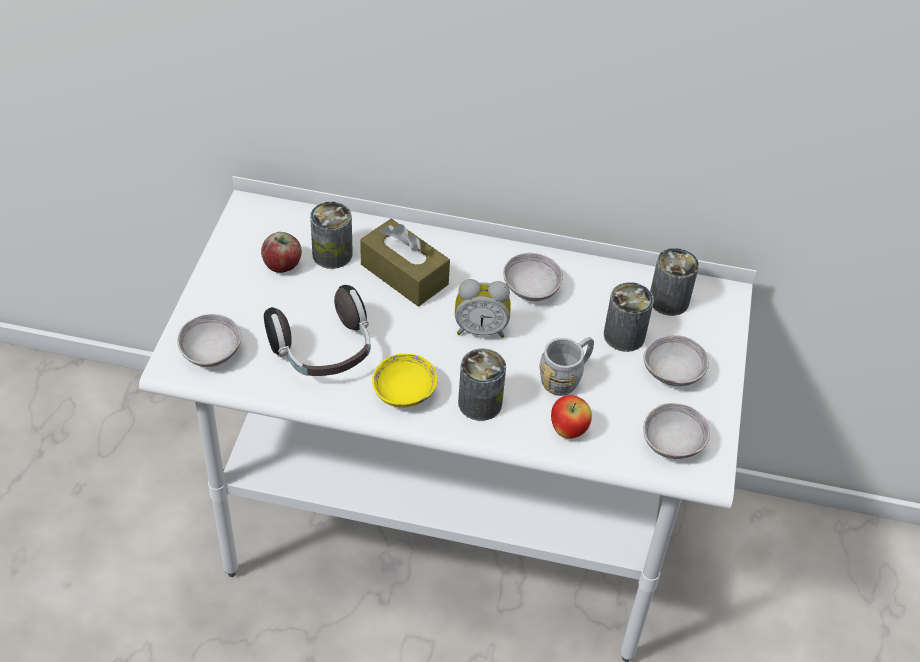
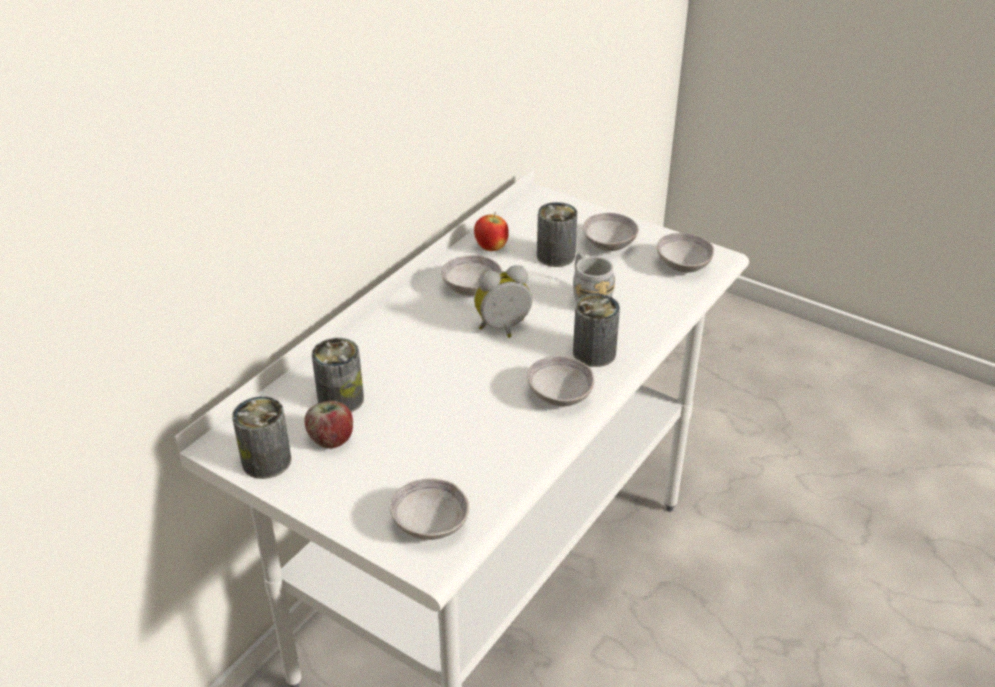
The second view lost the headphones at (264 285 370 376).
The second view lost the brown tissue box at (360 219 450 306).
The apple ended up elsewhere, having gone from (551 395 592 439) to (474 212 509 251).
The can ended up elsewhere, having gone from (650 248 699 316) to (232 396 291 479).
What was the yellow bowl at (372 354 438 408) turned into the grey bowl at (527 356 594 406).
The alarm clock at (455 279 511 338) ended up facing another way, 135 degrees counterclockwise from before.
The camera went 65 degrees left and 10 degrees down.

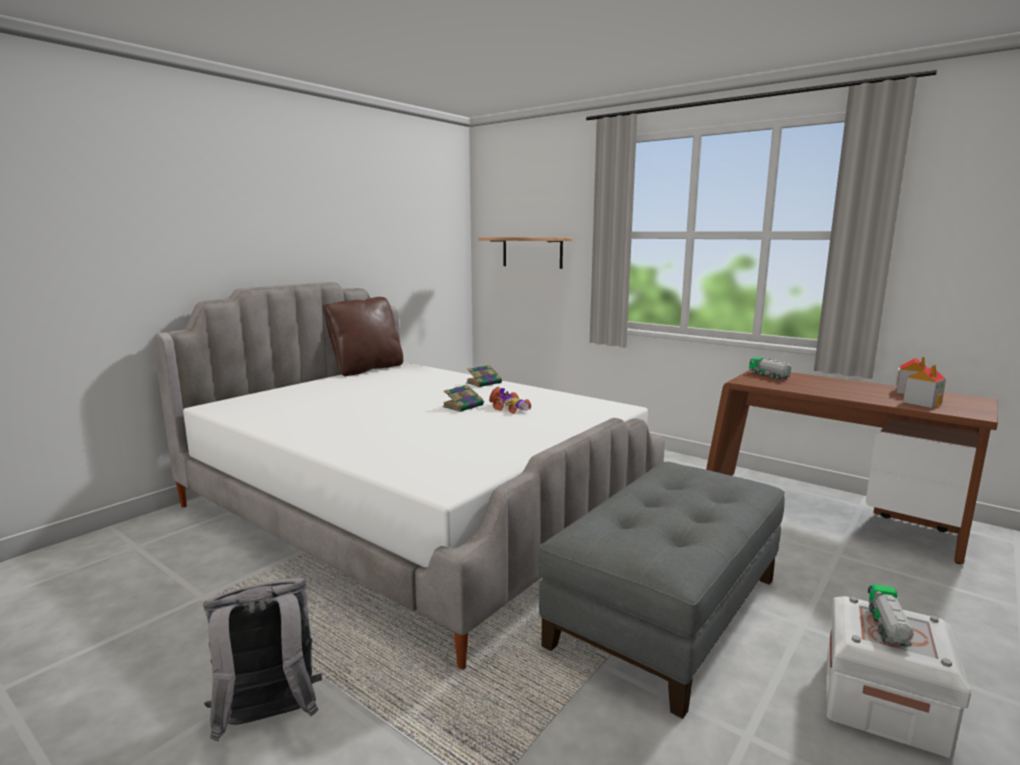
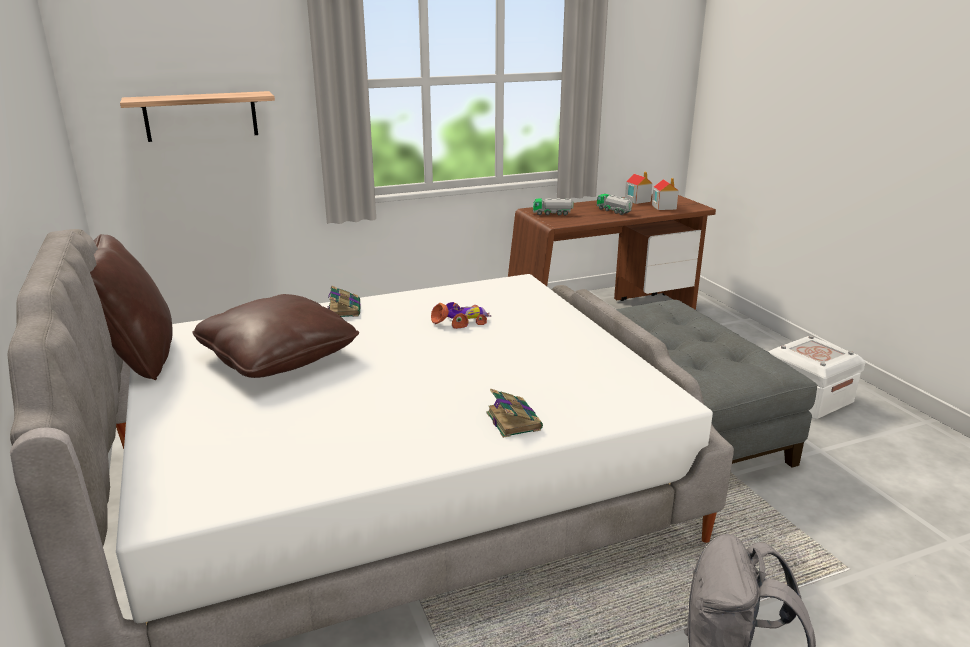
The second view gained the brown pillow at (193 294 359 378).
The book ended up elsewhere, having gone from (442 385 484 412) to (487 389 543 438).
The toy truck ended up elsewhere, having gone from (868 584 914 647) to (597 194 633 215).
The camera went 60 degrees left and 10 degrees up.

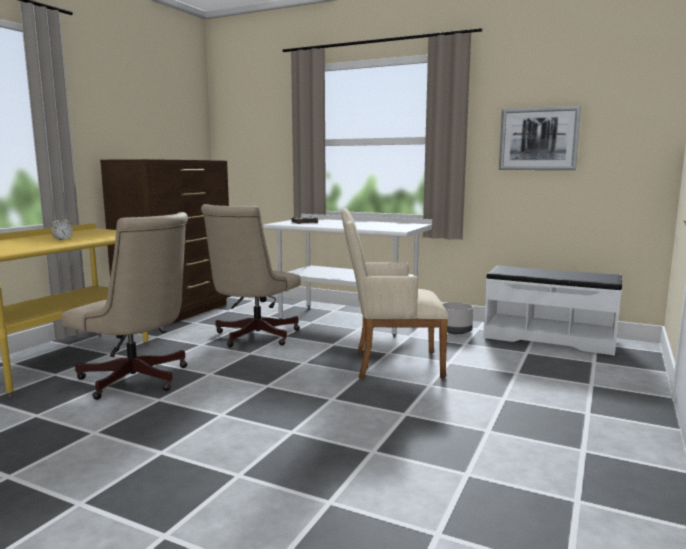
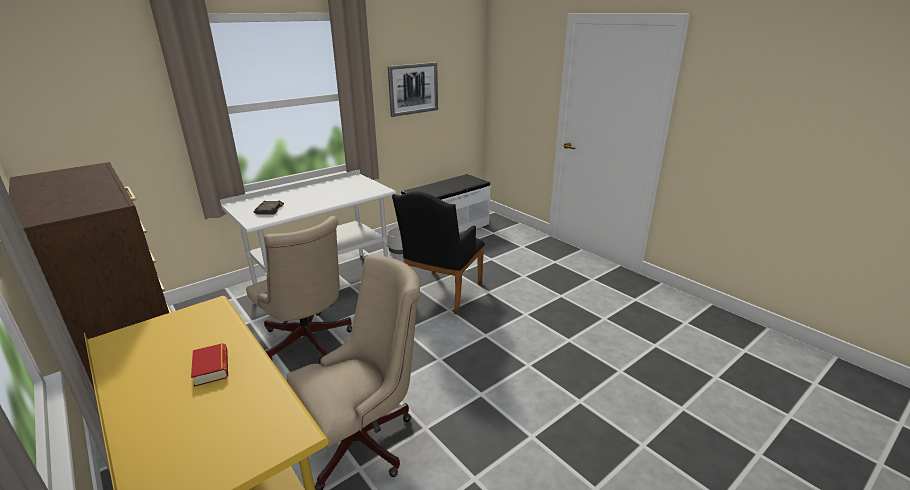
Where the alarm clock stood at (51 216 73 240), the book came to stand at (191 343 228 387).
What was the beige armchair at (341 208 449 378) turned into the black armchair at (392 191 485 314).
The camera went 65 degrees left and 15 degrees up.

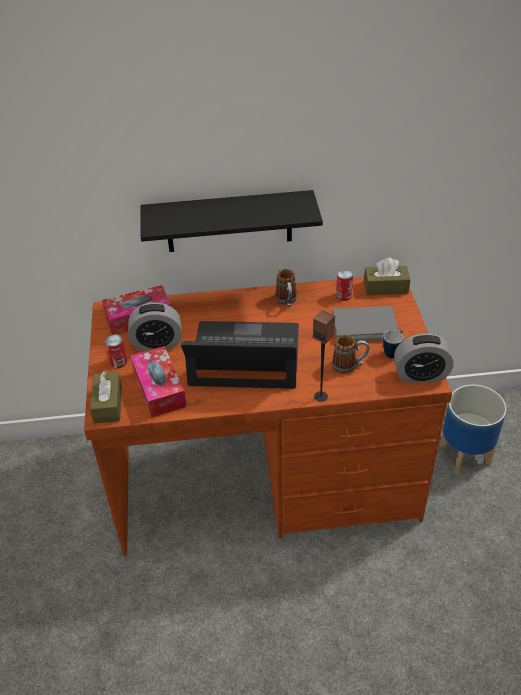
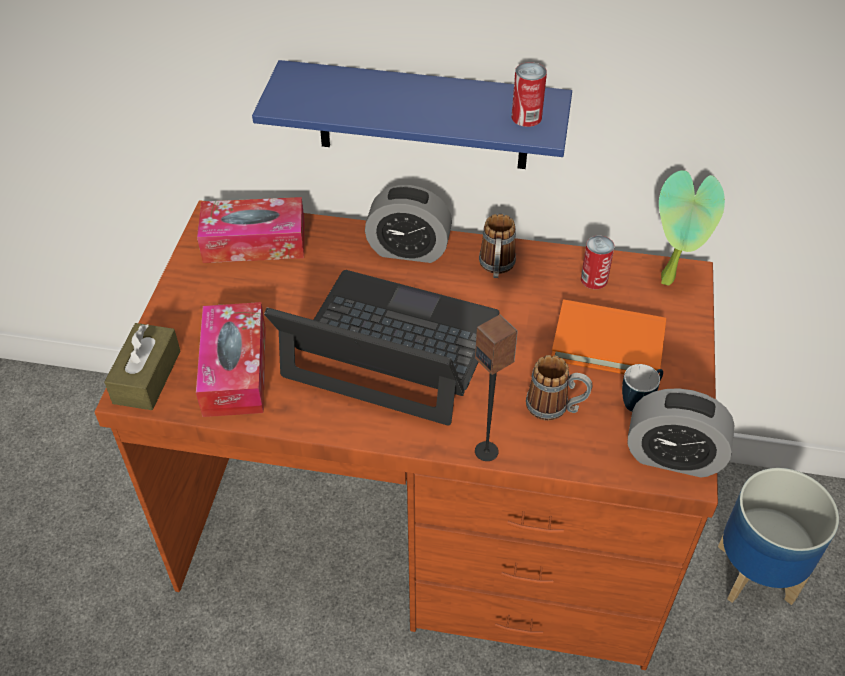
The can ended up elsewhere, having gone from (105 334 127 368) to (512 62 547 127).
The alarm clock ended up elsewhere, having gone from (128 303 182 351) to (365 185 452 263).
Where the brown tissue box stood at (364 258 410 295), the potted plant came to stand at (659 170 725 286).
What was the black shelf at (141 190 323 252) turned into the blue shelf at (252 60 572 169).
What was the grey book at (332 306 398 342) turned into the orange book at (551 300 666 374).
The camera went 15 degrees right and 5 degrees up.

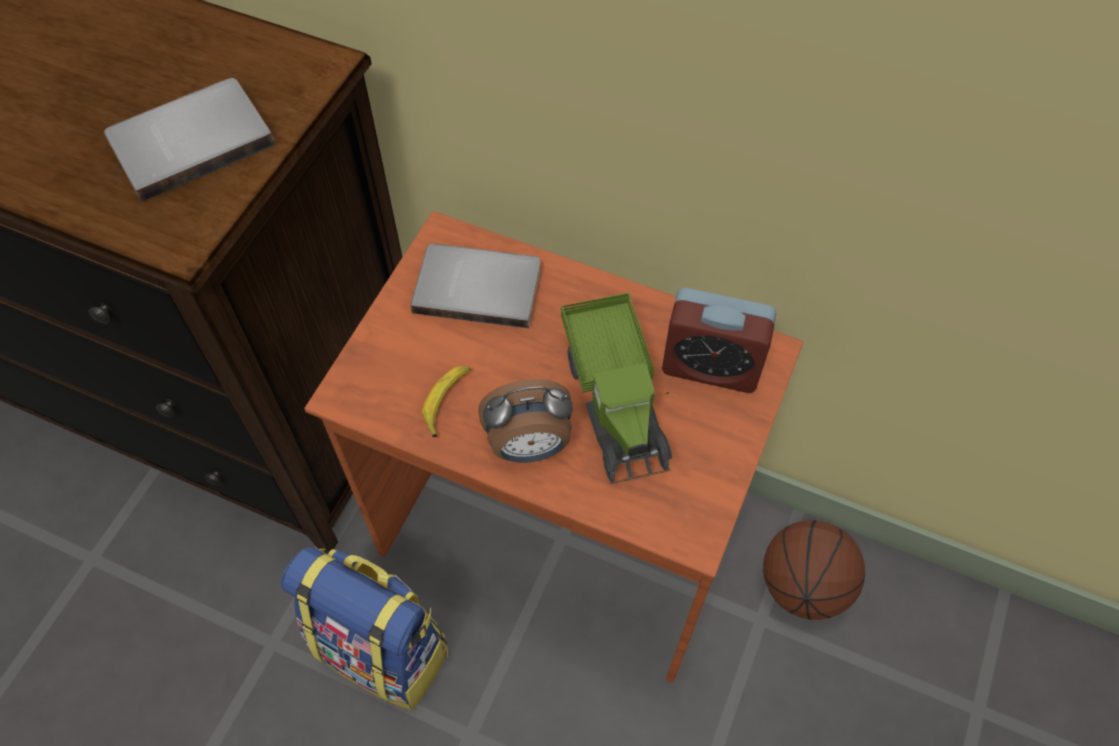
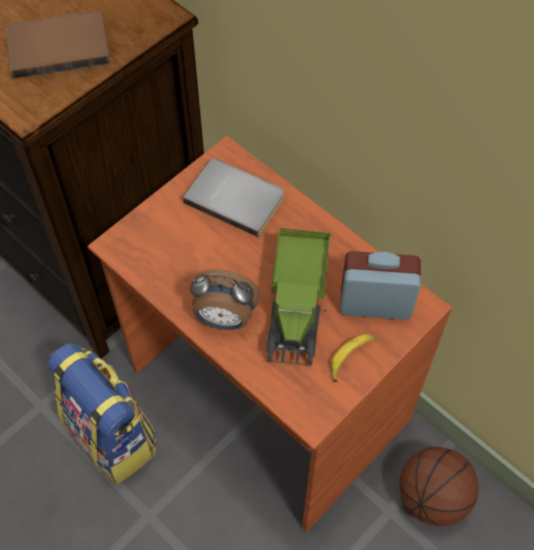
The banana ended up elsewhere, having gone from (422 366 470 437) to (331 334 376 382).
What was the grey book at (104 78 276 202) turned into the brown book at (6 11 111 79).
The alarm clock at (662 288 777 393) ended up facing another way, 150 degrees clockwise from before.
The camera went 20 degrees right and 0 degrees up.

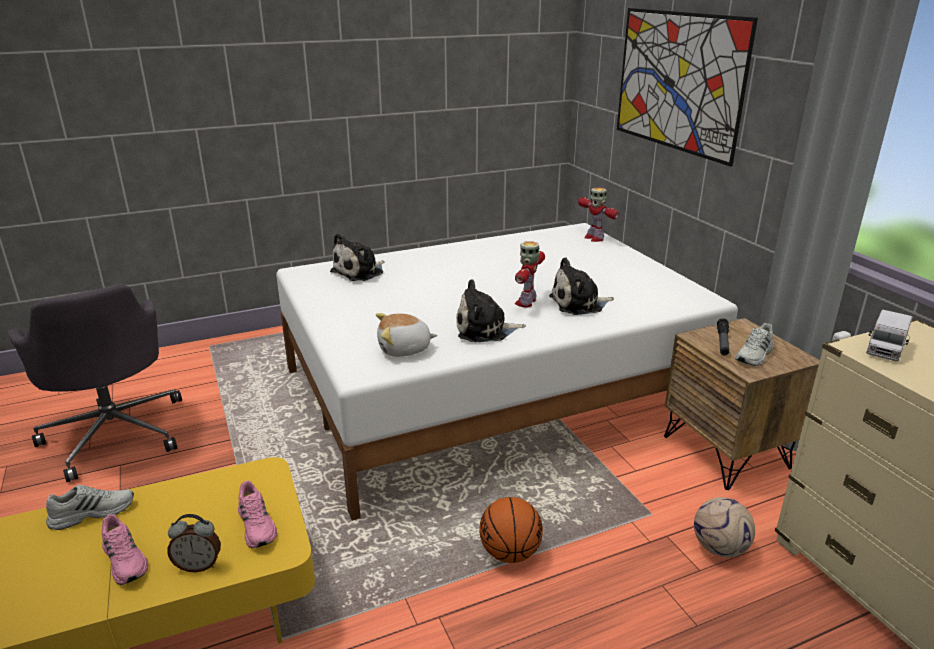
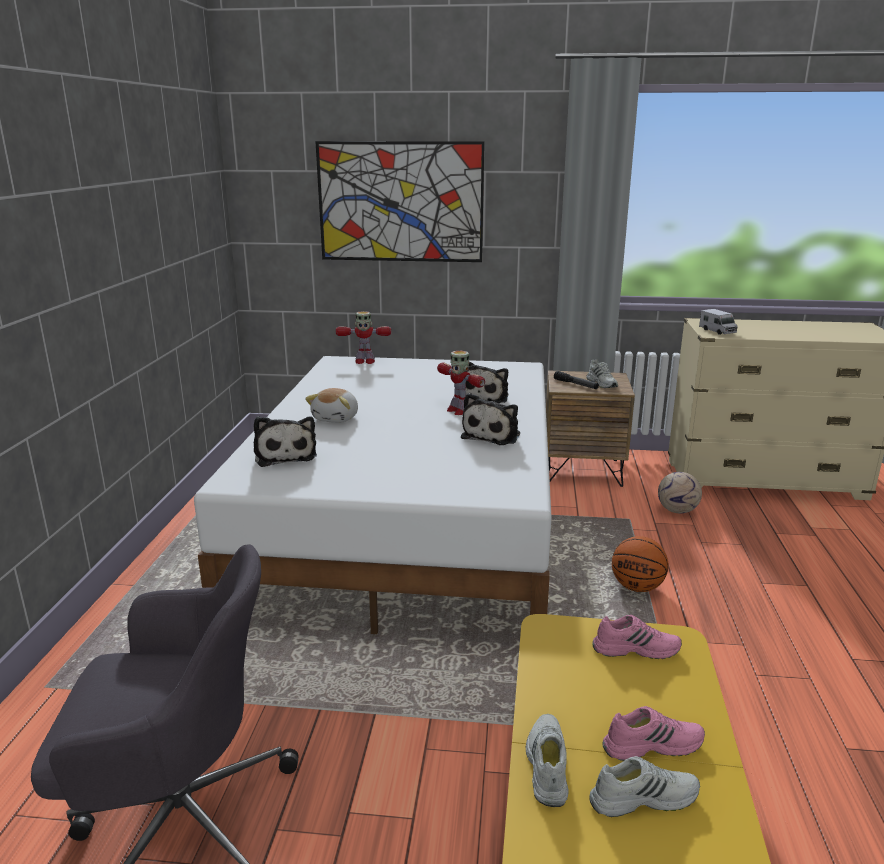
The second view lost the alarm clock at (167 514 221 572).
The second view gained the white shoe at (589 756 700 817).
The plush toy ended up elsewhere, having gone from (376 313 438 357) to (305 388 358 423).
The camera went 60 degrees left and 5 degrees down.

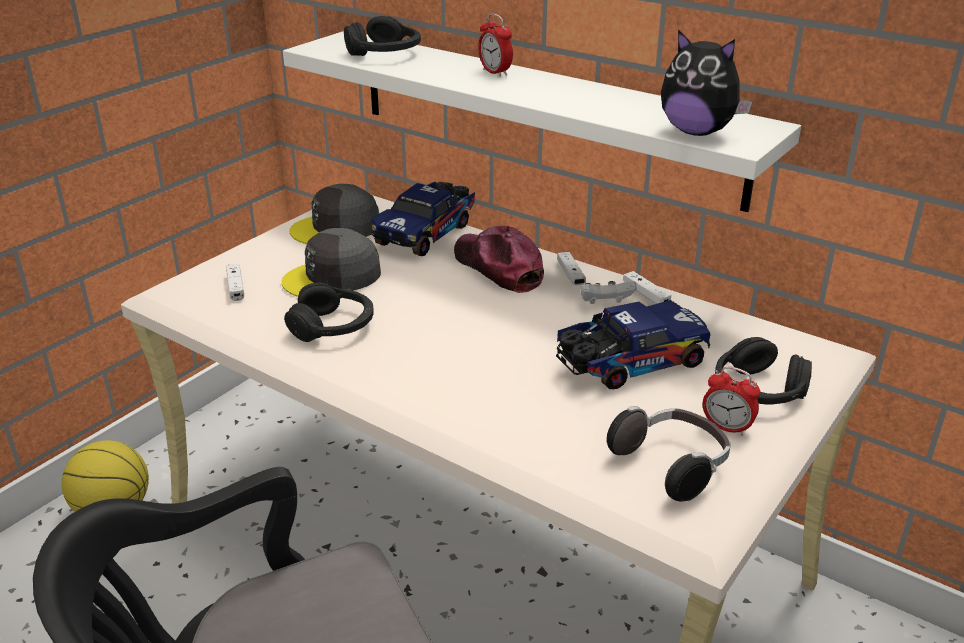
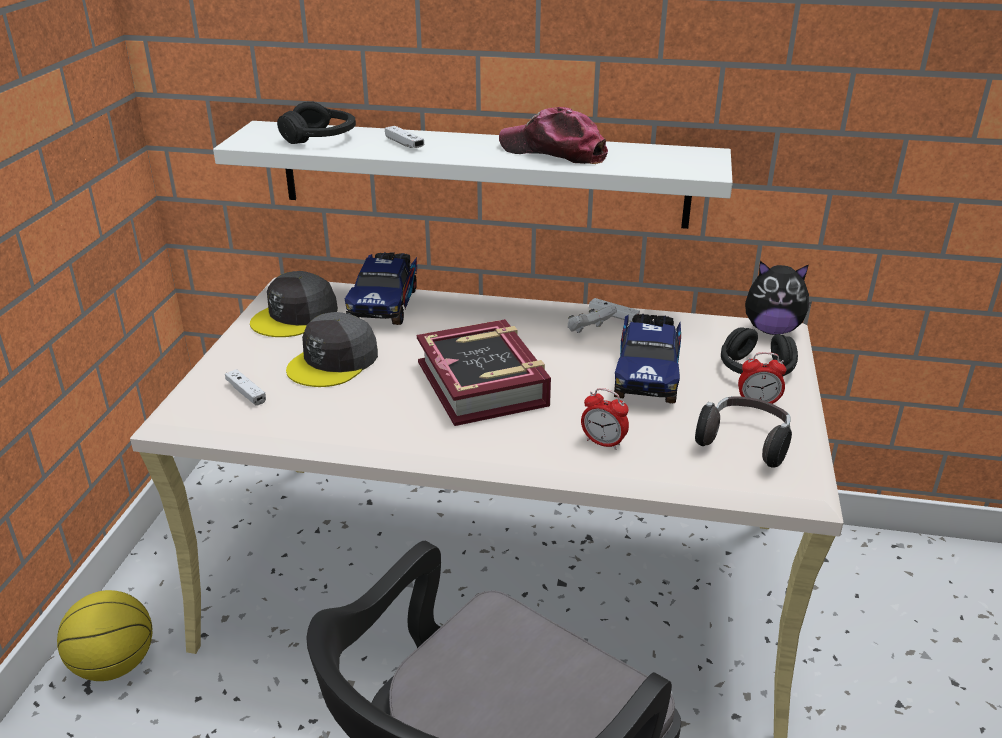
The second view lost the black headphones at (284 282 374 342).
The second view gained the book at (417 319 551 426).
The cap ended up elsewhere, having gone from (454 226 544 293) to (499 107 608 164).
The alarm clock ended up elsewhere, having gone from (478 13 513 77) to (581 388 629 450).
The white game controller ended up elsewhere, having gone from (557 252 586 285) to (385 126 424 148).
The plush toy ended up elsewhere, having gone from (661 30 753 136) to (745 261 812 335).
The toy truck at (556 300 710 389) ended up facing another way, 150 degrees clockwise from before.
The camera went 25 degrees left and 0 degrees up.

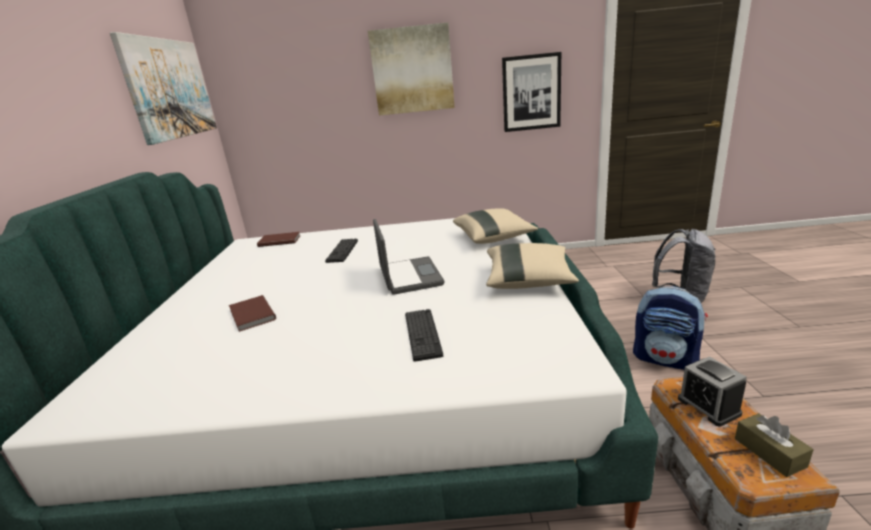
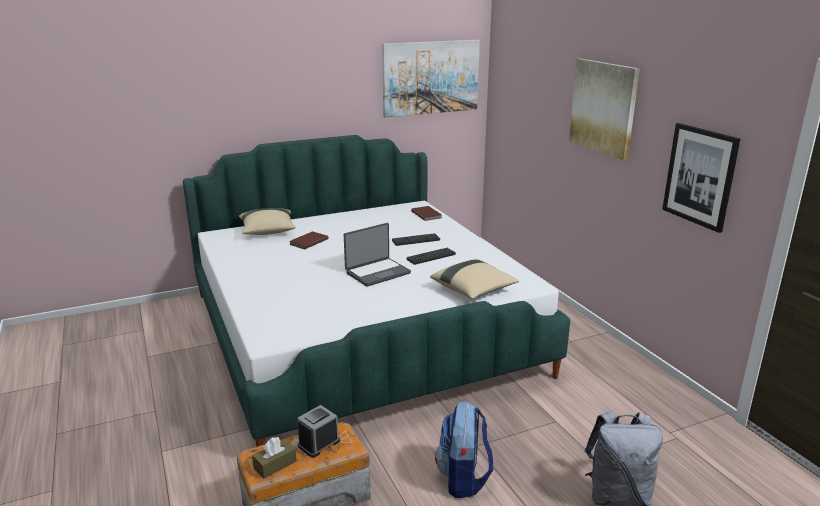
The keyboard ended up elsewhere, having gone from (405 309 443 362) to (407 248 456 265).
The beige pillow ended up elsewhere, having gone from (486 243 579 289) to (239 208 296 235).
The camera went 65 degrees right and 0 degrees up.

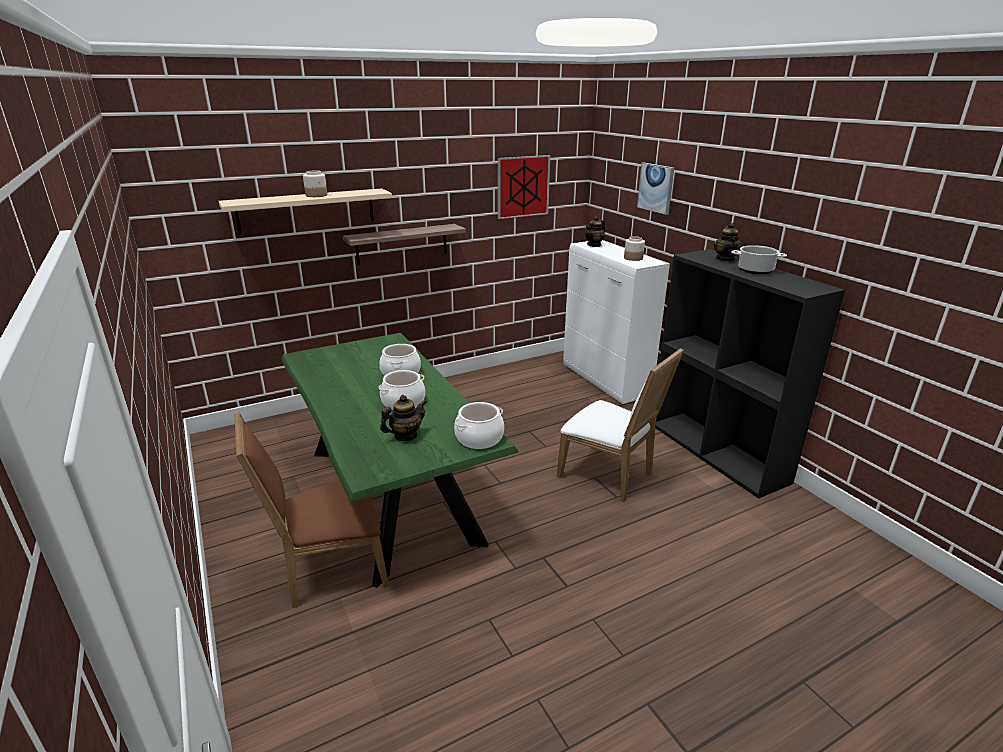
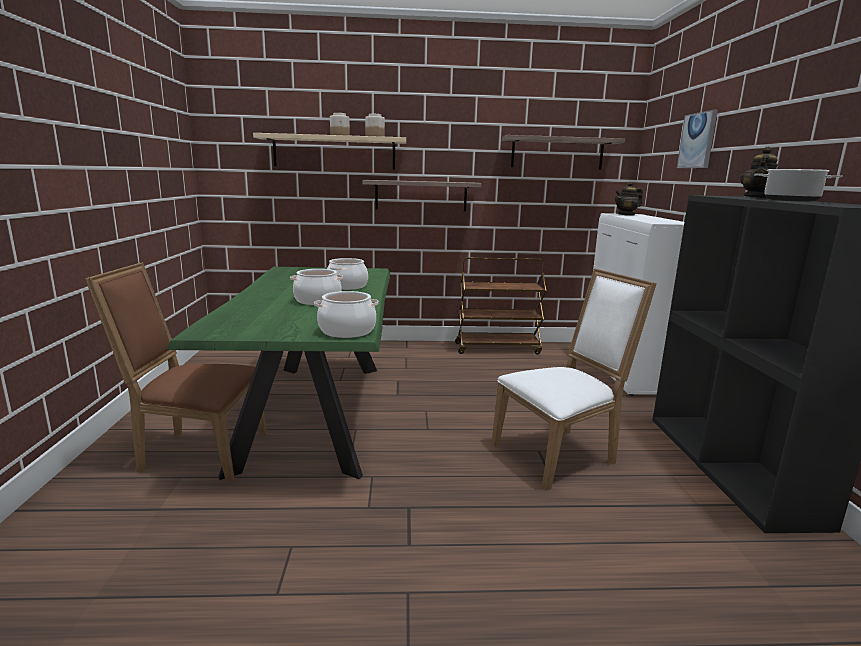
The second view lost the teapot at (380 395 427 441).
The second view gained the brown cart at (455 257 547 355).
The jar ended up elsewhere, having gone from (624 236 645 261) to (365 114 385 137).
Where the picture hung at (498 155 550 219), the shelf came to hang at (502 135 625 170).
The white chair at (557 348 684 501) ended up facing another way, 90 degrees counterclockwise from before.
The camera went 25 degrees right and 10 degrees down.

